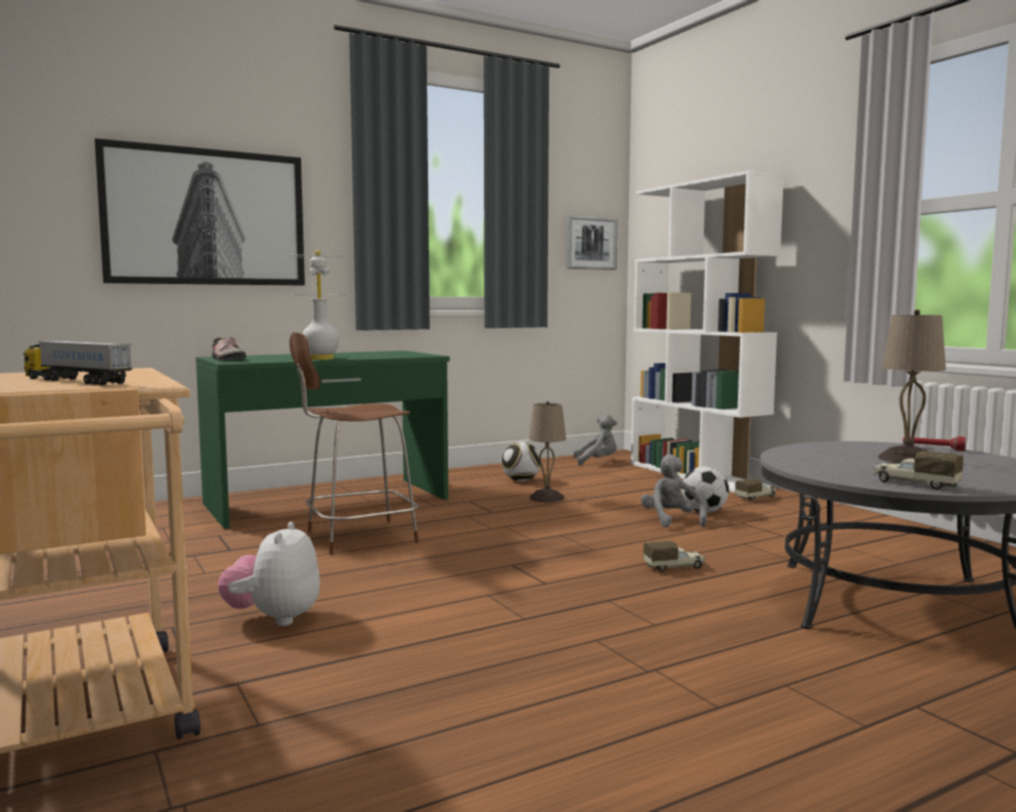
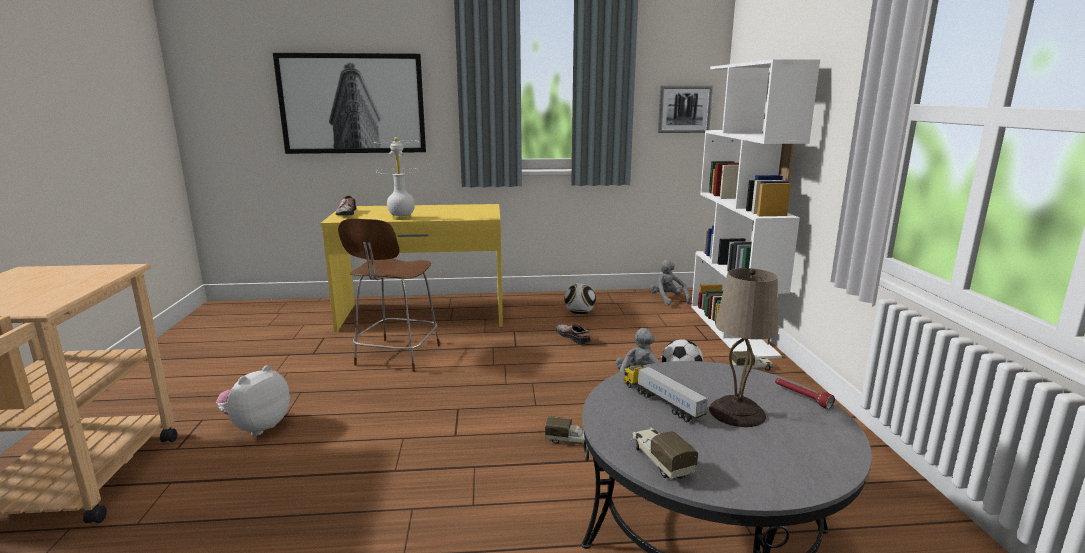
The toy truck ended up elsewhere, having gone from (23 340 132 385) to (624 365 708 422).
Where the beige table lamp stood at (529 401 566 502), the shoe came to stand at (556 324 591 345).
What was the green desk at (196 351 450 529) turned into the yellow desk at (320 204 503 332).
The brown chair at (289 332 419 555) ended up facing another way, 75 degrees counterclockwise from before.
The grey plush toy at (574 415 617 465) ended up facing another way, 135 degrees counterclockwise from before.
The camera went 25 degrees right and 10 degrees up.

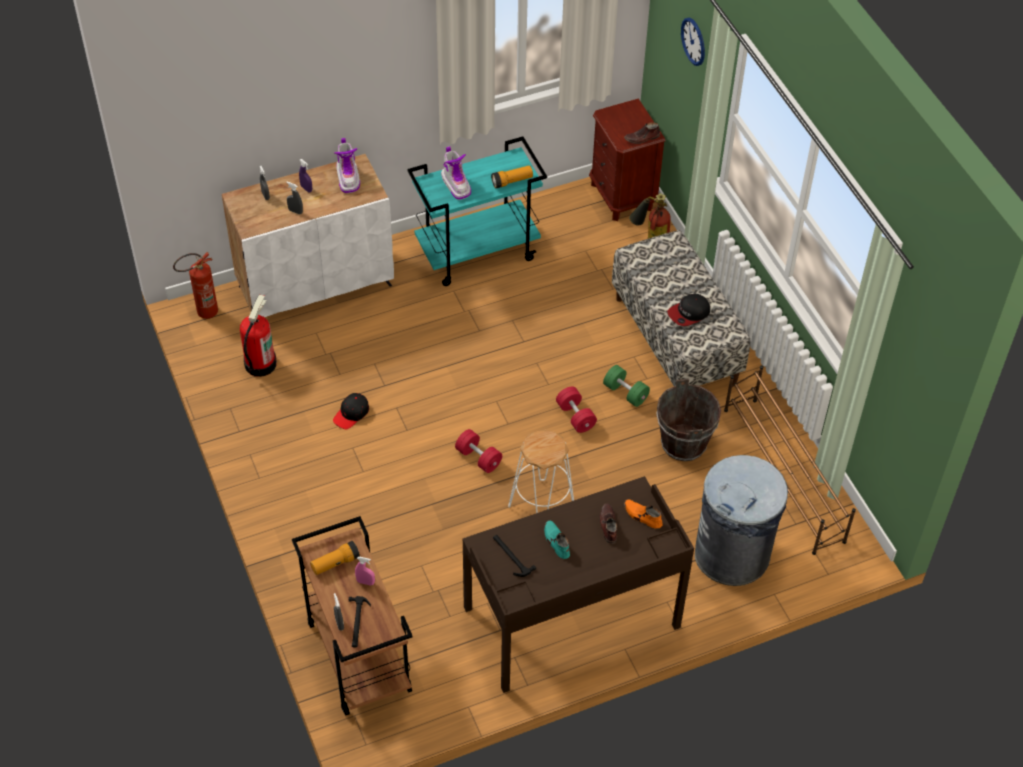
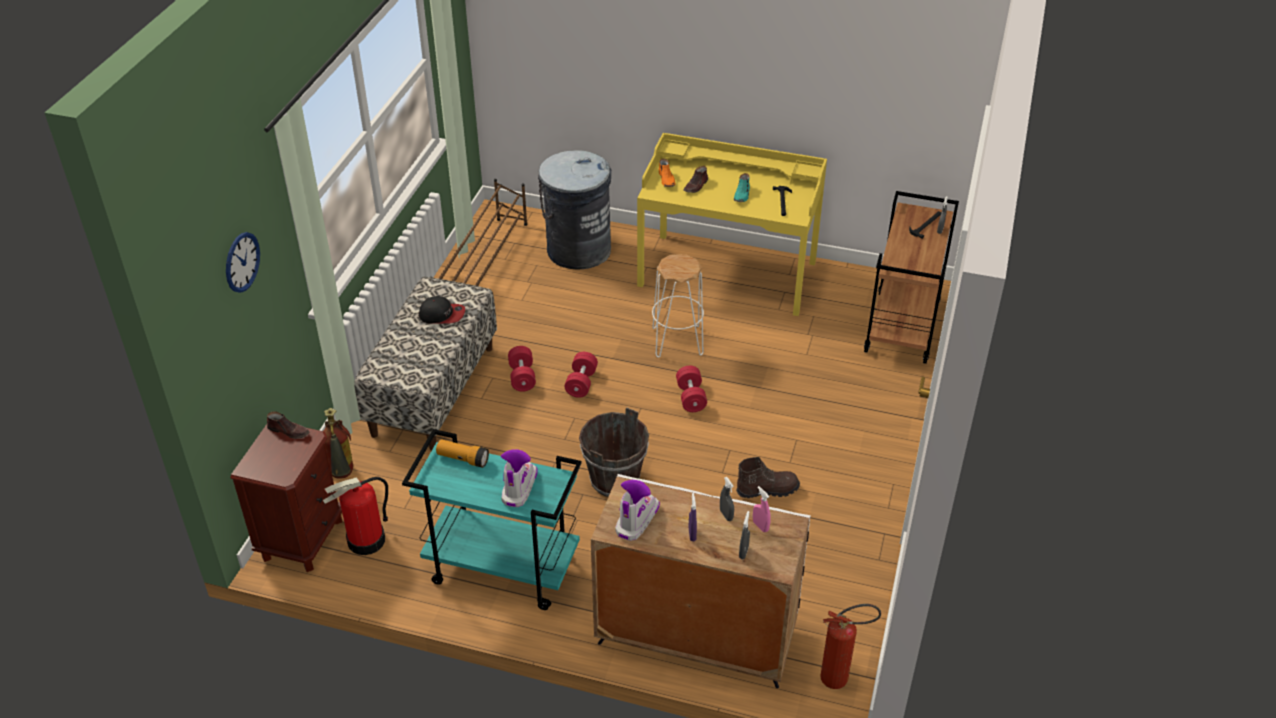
The second view lost the flashlight at (310 541 360 575).
The fire extinguisher ended up elsewhere, having gone from (240 295 277 377) to (323 477 388 555).
The pink spray bottle ended up elsewhere, having gone from (355 557 375 586) to (753 486 771 532).
The brown bucket ended up elsewhere, having gone from (656 379 721 462) to (579 407 649 497).
Where the black cap stood at (333 393 369 429), the brown boot came to stand at (736 457 800 498).
What was the brown desk at (463 476 694 693) turned into the yellow desk at (637 133 827 316).
What was the green dumbbell at (603 365 650 407) turned into the red dumbbell at (508 346 536 392).
The camera went 140 degrees left and 10 degrees down.

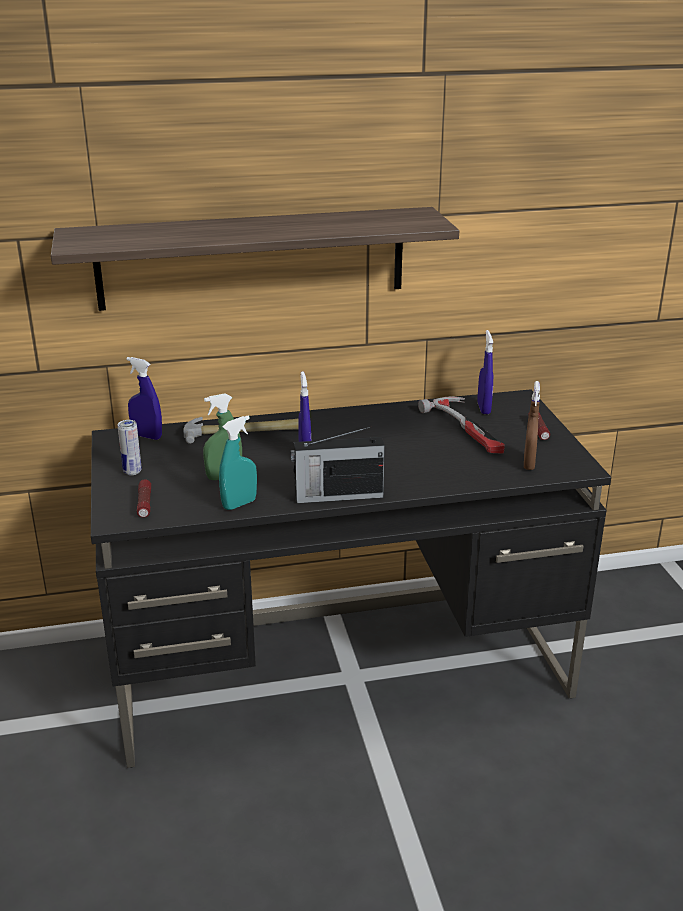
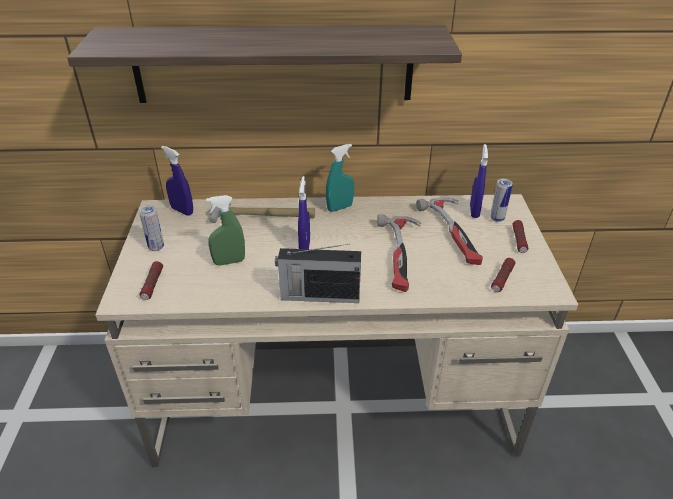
The second view gained the hammer at (377 214 421 292).
The second view gained the can at (490 178 513 222).
The turquoise spray bottle ended up elsewhere, having gone from (219 416 257 510) to (326 144 354 212).
Where the brown spray bottle stood at (524 381 540 470), the flashlight came to stand at (491 258 515 292).
What was the black desk at (91 389 611 768) turned into the beige desk at (95 194 578 467).
The camera went 10 degrees right and 10 degrees up.

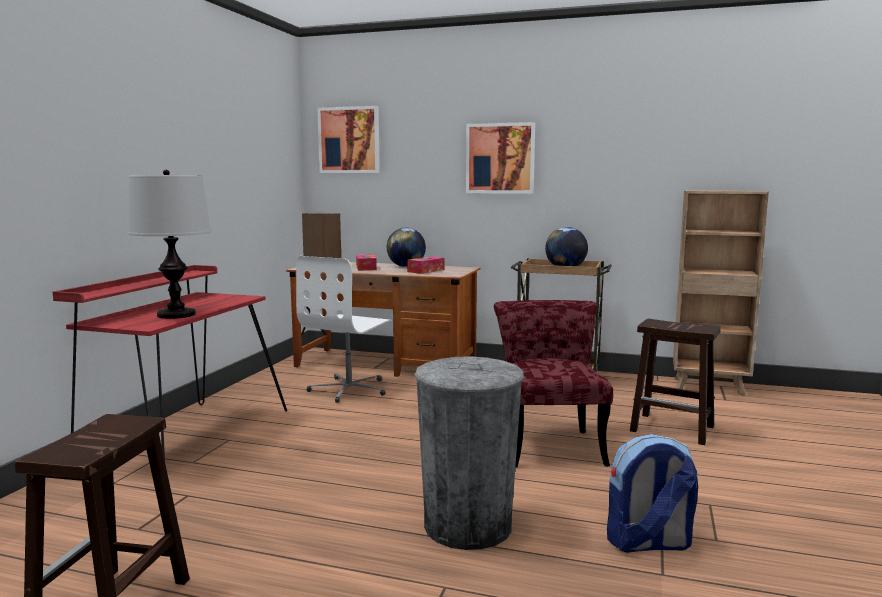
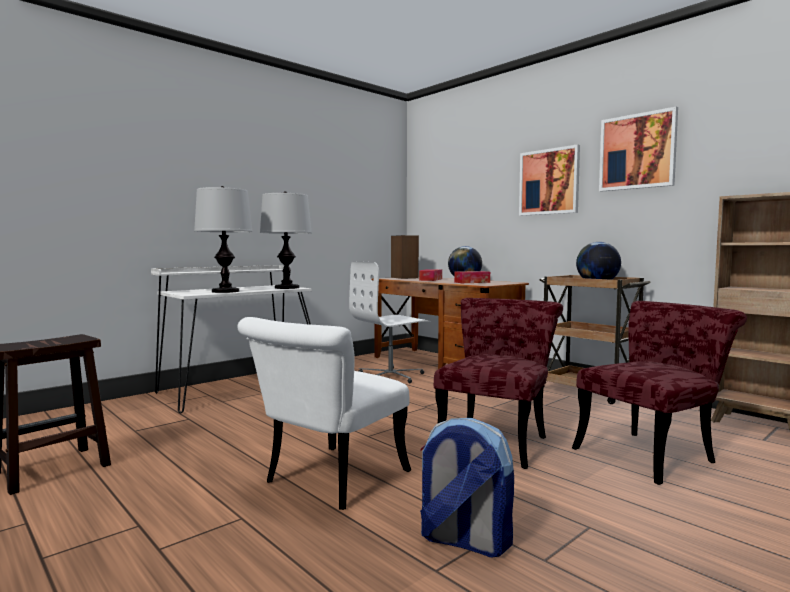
The second view gained the table lamp at (260 191 312 289).
The picture ended up elsewhere, having gone from (317 106 380 173) to (599 107 678 192).
Where the grey trash can stood at (414 356 524 550), the white chair came to stand at (238 317 411 510).
Where the brown stool stood at (630 319 721 445), the red chair came to stand at (572 301 747 485).
What was the red desk at (53 265 287 460) turned into the white desk at (151 265 312 414).
The camera went 30 degrees right and 5 degrees down.

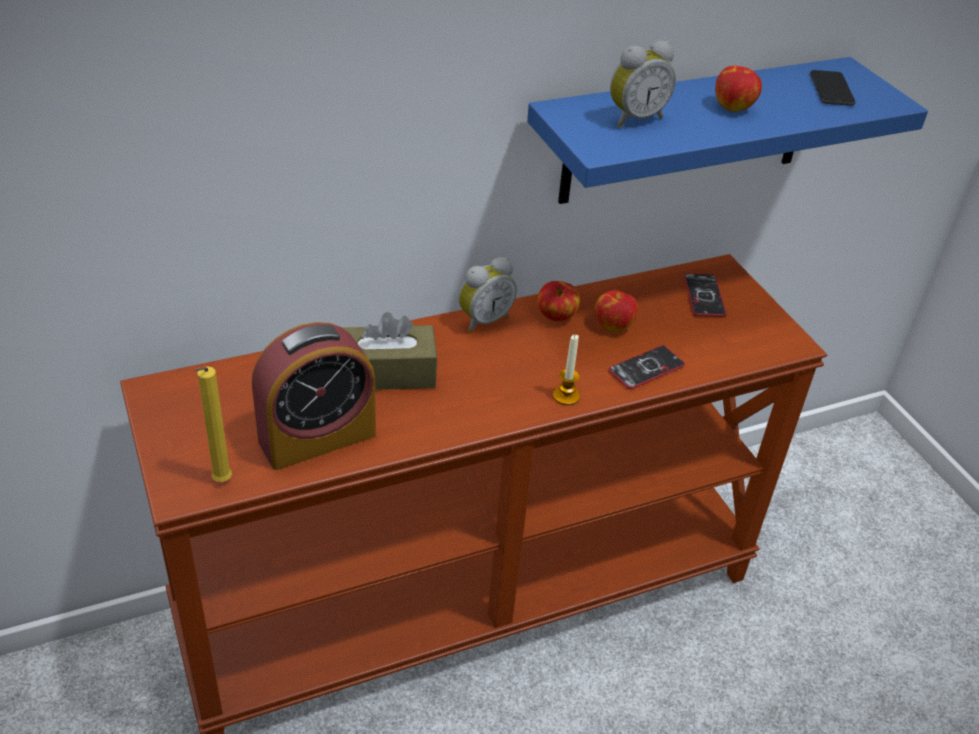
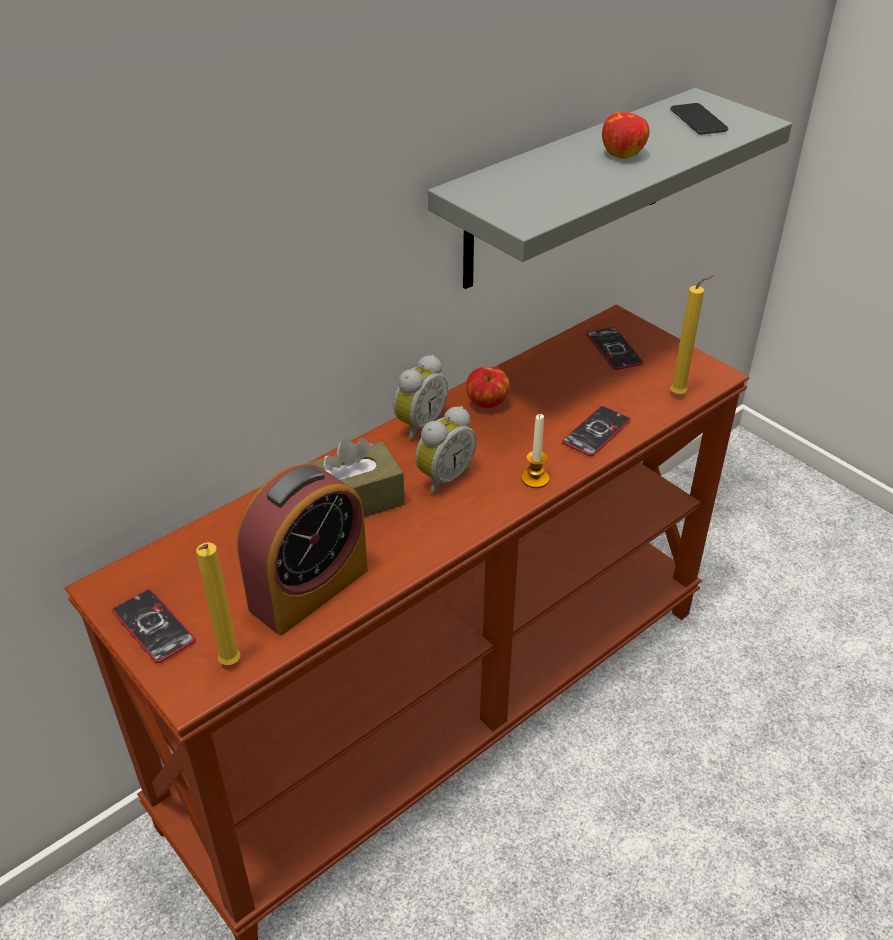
The second view lost the apple at (595 290 638 332).
The second view gained the phone at (112 589 195 663).
The second view gained the yellow candle at (670 275 714 395).
The alarm clock ended up elsewhere, having gone from (610 41 676 128) to (415 406 476 495).
What was the blue shelf at (527 57 928 204) turned into the grey shelf at (428 88 792 289).
The camera went 15 degrees left and 0 degrees up.

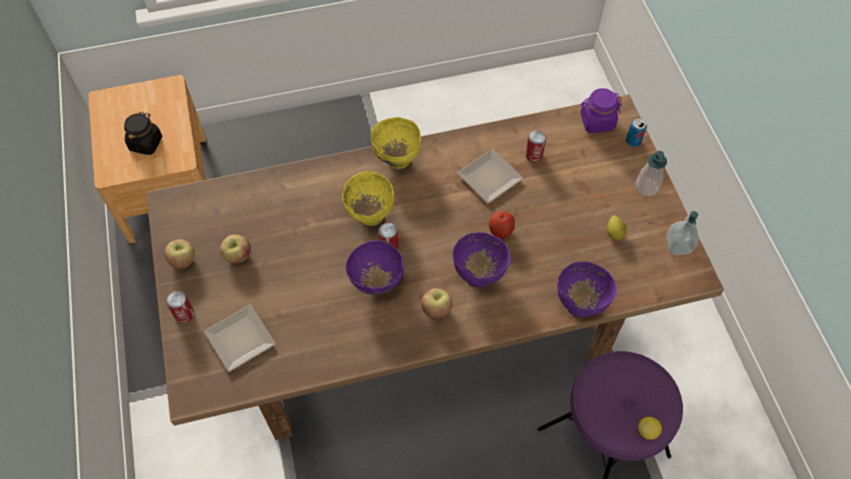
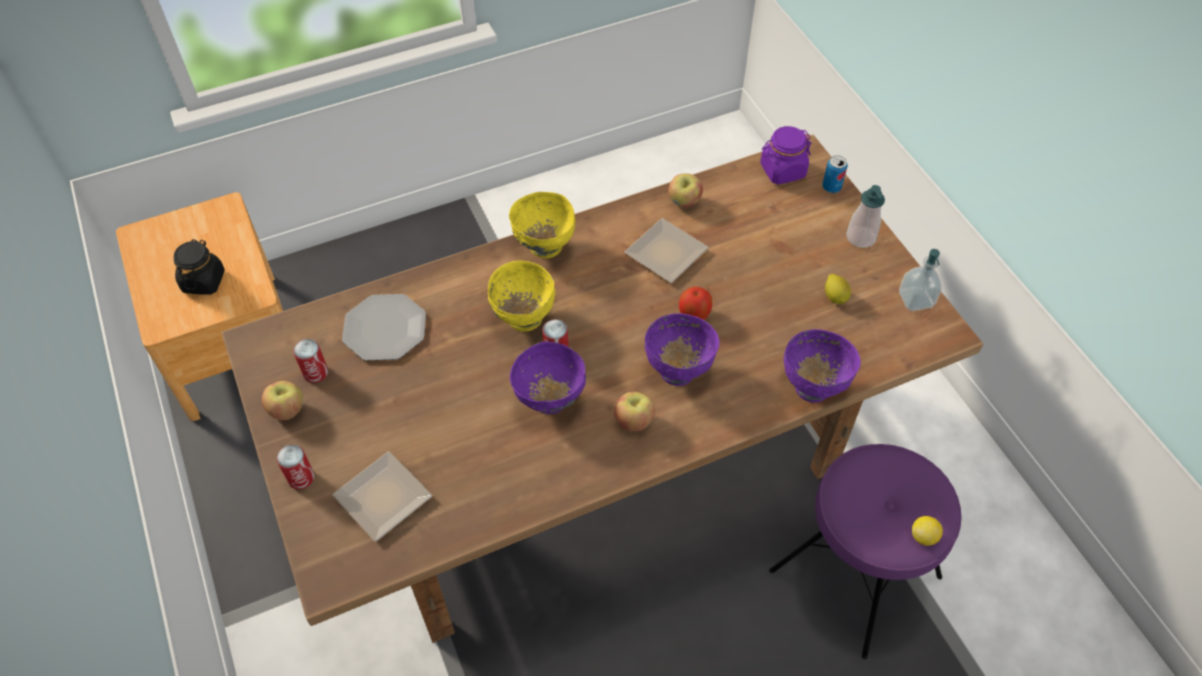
The second view gained the plate at (342 294 426 361).
The apple ended up elsewhere, having gone from (220 235 251 263) to (668 173 703 208).
The can ended up elsewhere, having gone from (525 130 546 162) to (293 339 328 383).
The camera went 10 degrees left and 5 degrees down.

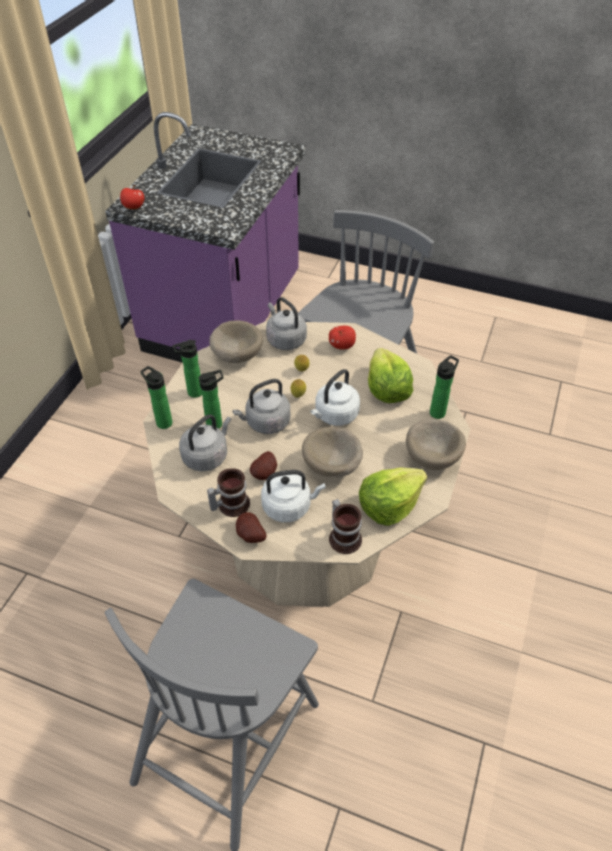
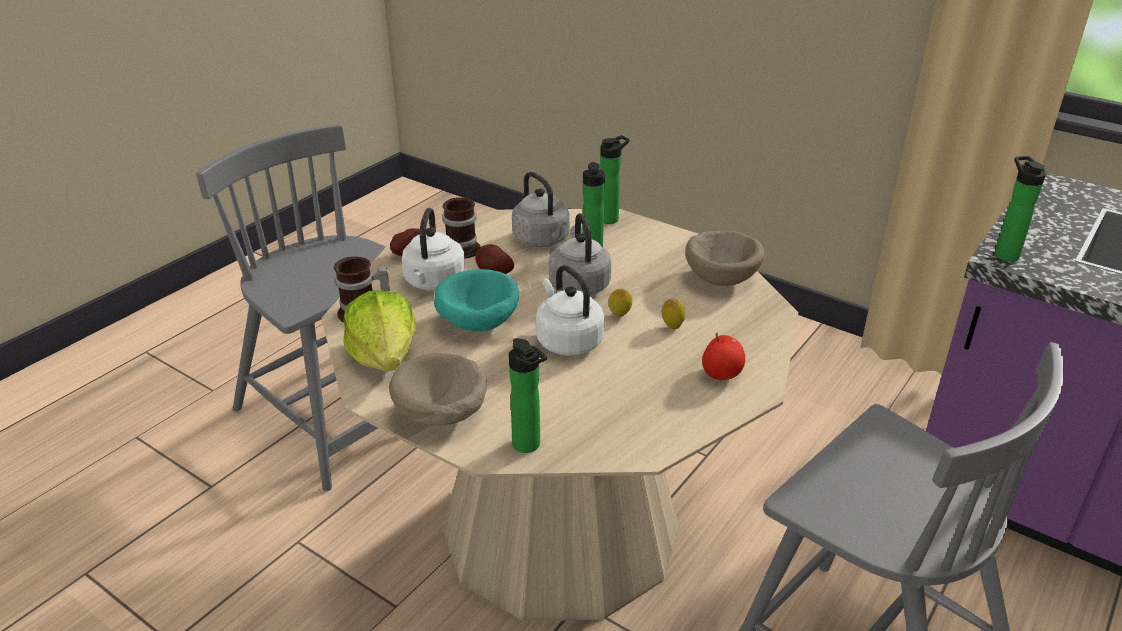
The second view lost the apple at (120 185 145 209).
The second view lost the grey kettle at (266 297 307 350).
The second view lost the lettuce at (368 348 414 403).
The bottle ended up elsewhere, having gone from (172 340 202 398) to (995 156 1046 262).
What was the beige bowl at (302 426 363 477) turned into the turquoise bowl at (434 269 519 331).
The camera went 105 degrees right and 15 degrees down.

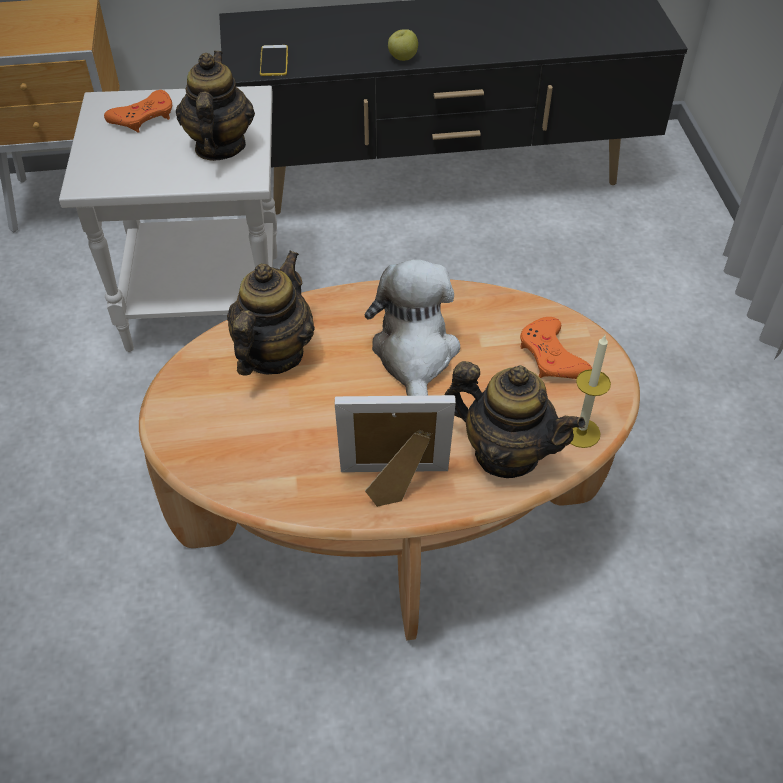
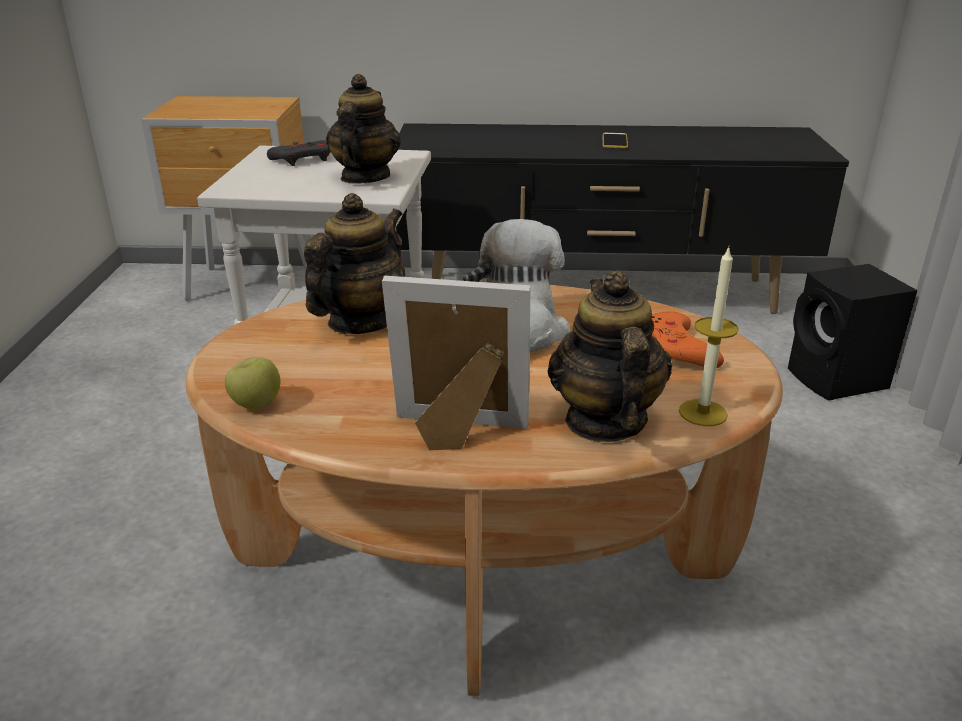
The second view gained the black speaker at (788 264 917 401).
The phone ended up elsewhere, having gone from (260 45 288 76) to (602 133 628 148).
The apple ended up elsewhere, having gone from (388 29 418 61) to (225 357 280 409).
What was the orange game controller at (104 90 172 133) turned into the grey game controller at (267 140 331 166).
The teapot at (445 361 585 478) ended up facing another way, 135 degrees counterclockwise from before.
The camera went 10 degrees right and 20 degrees down.

